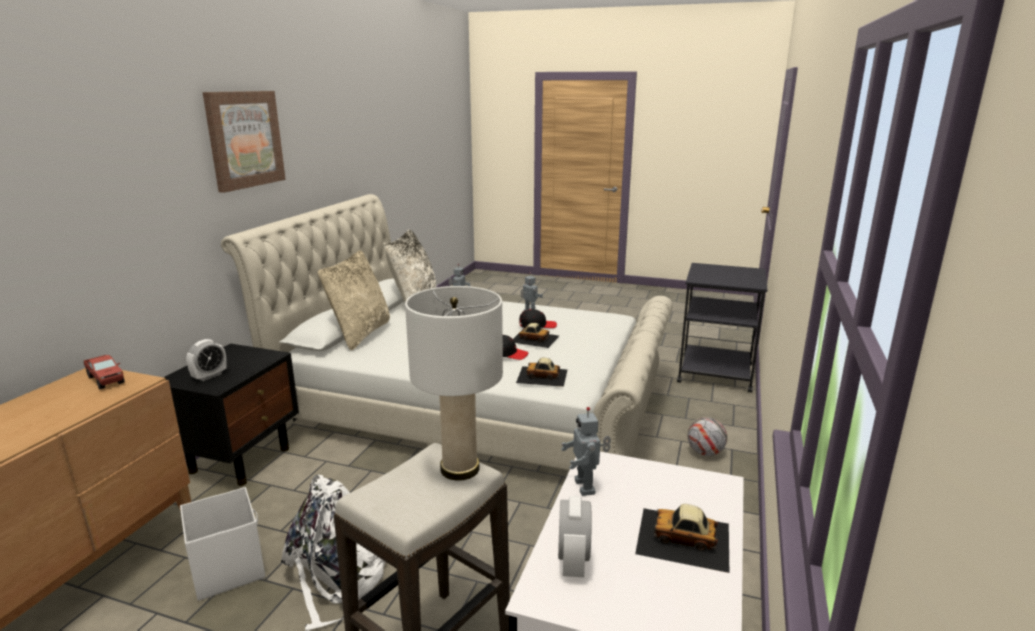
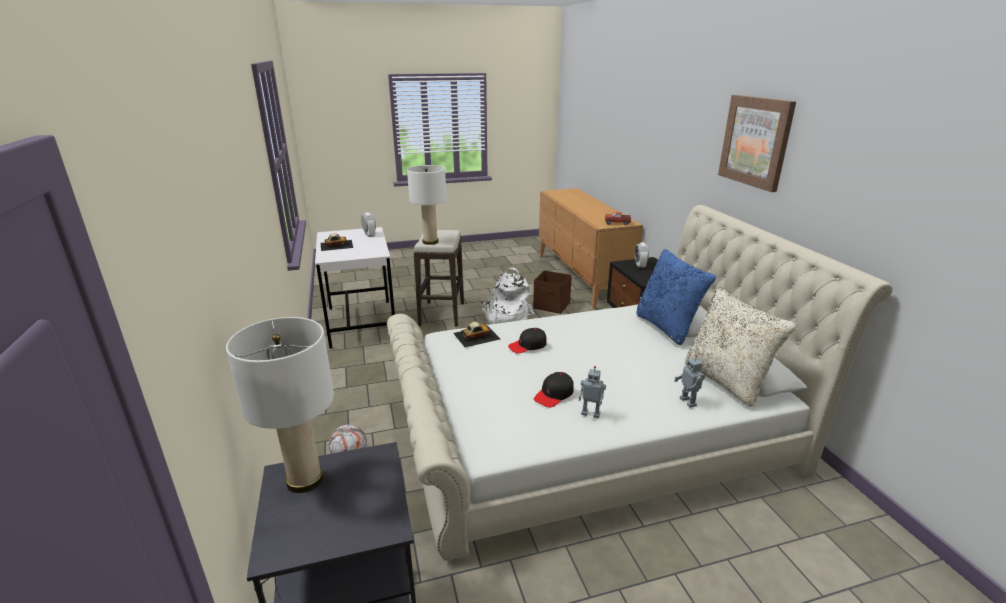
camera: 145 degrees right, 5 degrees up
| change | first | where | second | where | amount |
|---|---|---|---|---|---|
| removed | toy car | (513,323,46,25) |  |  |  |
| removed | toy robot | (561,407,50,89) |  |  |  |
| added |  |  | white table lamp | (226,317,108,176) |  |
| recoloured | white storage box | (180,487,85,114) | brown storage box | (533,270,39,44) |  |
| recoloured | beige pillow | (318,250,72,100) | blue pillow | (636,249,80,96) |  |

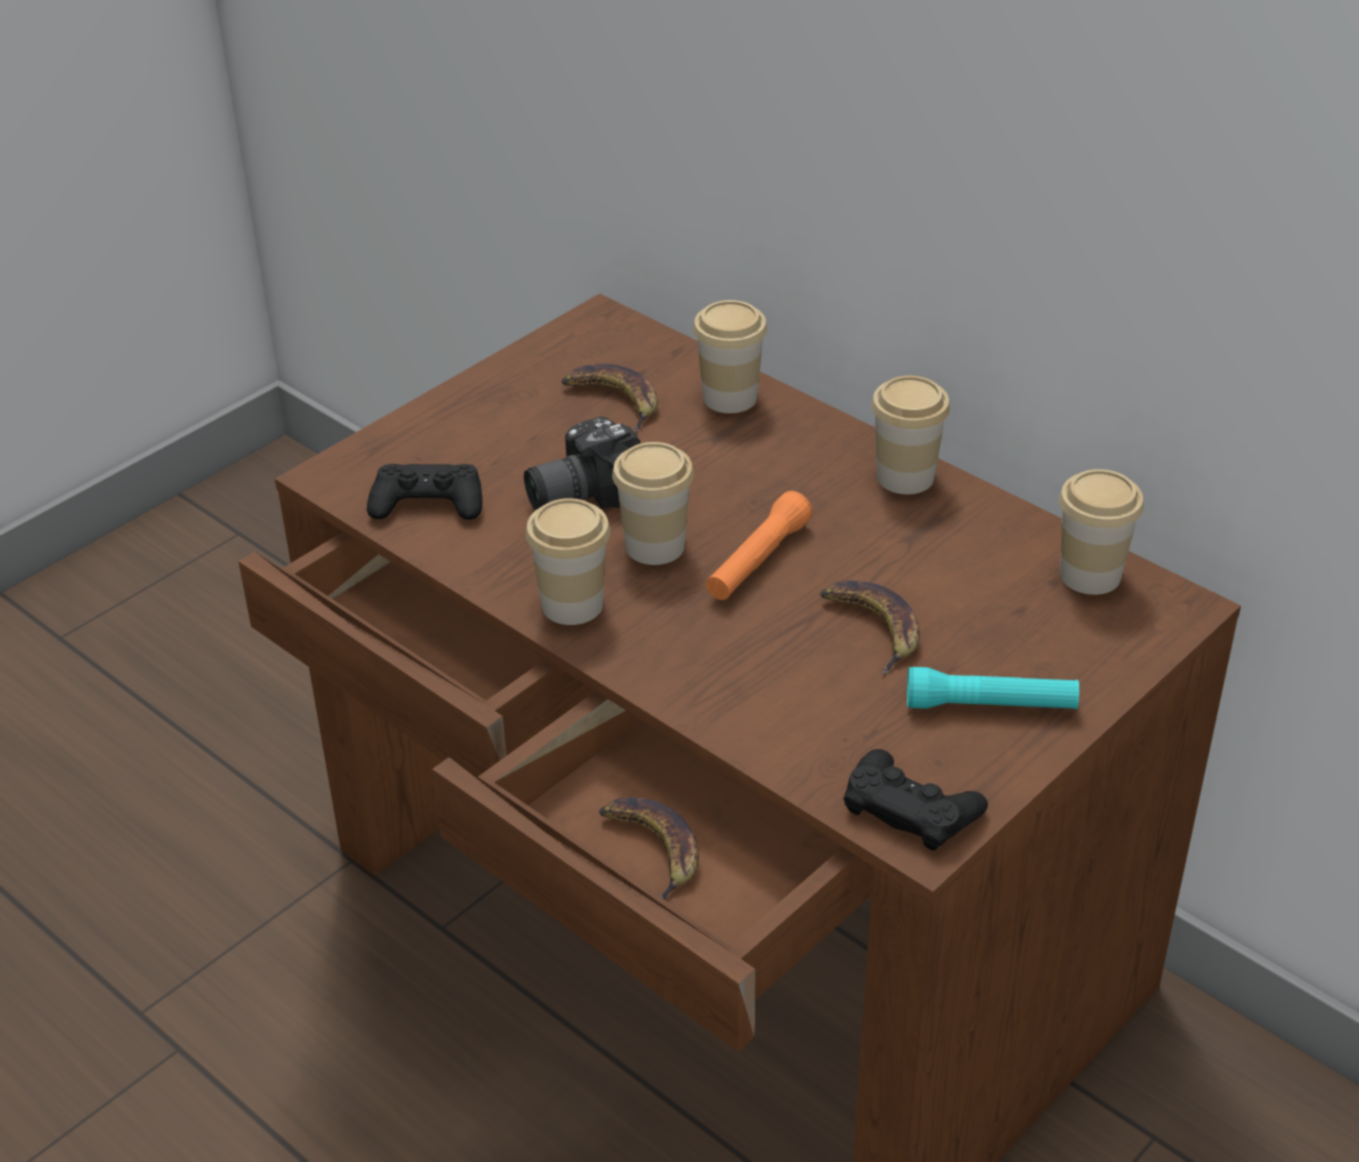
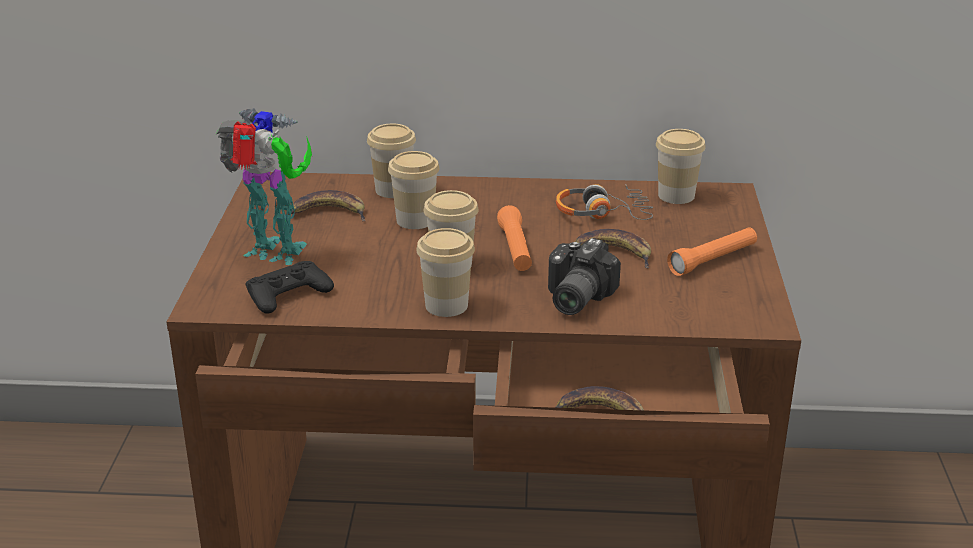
camera: 40 degrees left, 10 degrees down
| change | first | where | second | where | amount |
|---|---|---|---|---|---|
| removed | black game controller | (843,749,145,102) |  |  |  |
| added |  |  | toy robot | (216,108,96,157) |  |
| added |  |  | headphones | (556,184,97,36) |  |
| moved | photo camera | (524,416,116,94) |  | (548,238,73,77) |  |
| moved | cup | (871,376,79,118) |  | (388,151,52,78) |  |
| recoloured | turquoise flashlight | (907,667,172,42) | orange flashlight | (667,227,90,49) |  |

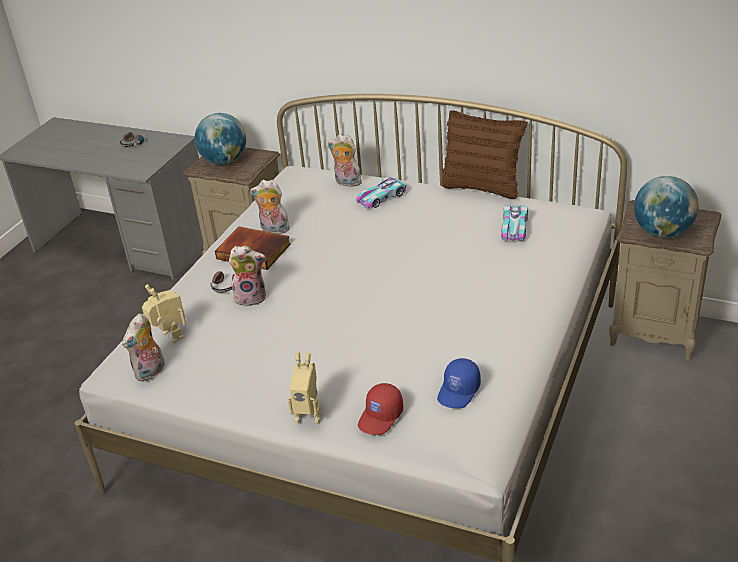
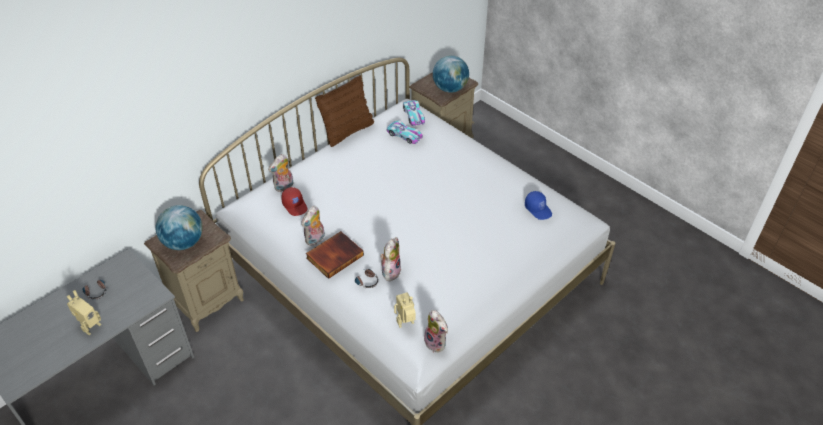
camera: 70 degrees left, 10 degrees up
| change | first | where | second | where | amount |
|---|---|---|---|---|---|
| moved | toy robot | (288,351,33,73) |  | (67,290,34,45) |  |
| moved | toy car | (356,177,50,31) |  | (403,100,22,26) |  |
| moved | red cap | (358,383,45,52) |  | (281,187,26,29) |  |

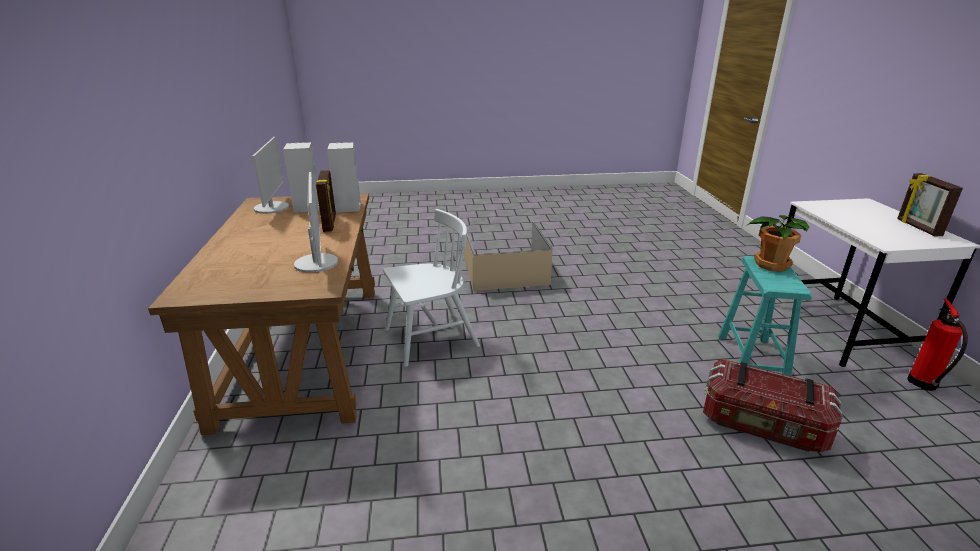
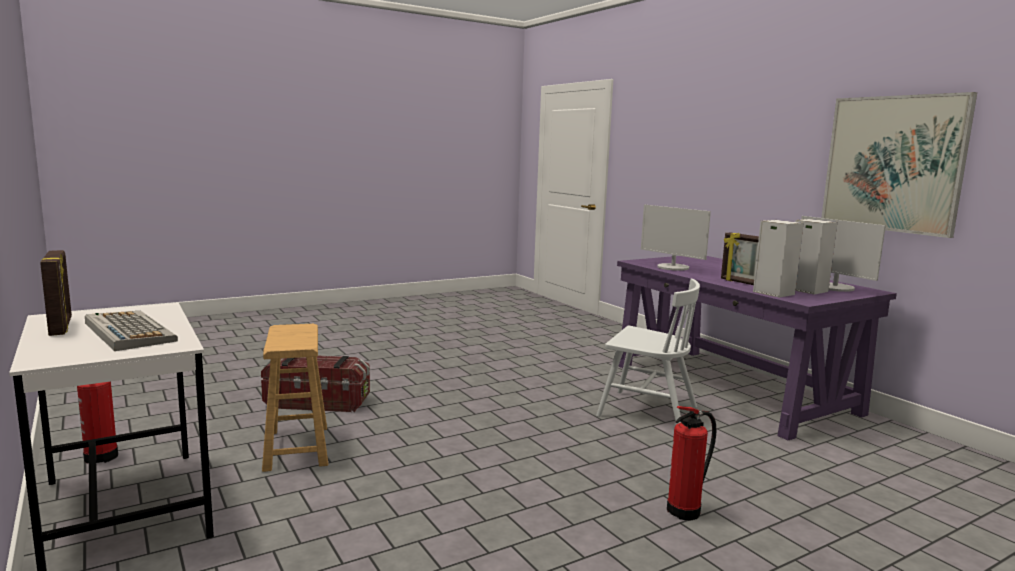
camera: 155 degrees right, 15 degrees down
| change | first | where | second | where | amount |
|---|---|---|---|---|---|
| removed | potted plant | (746,214,63,58) |  |  |  |
| added |  |  | keyboard | (85,311,93,40) |  |
| added |  |  | picture | (821,92,156,146) |  |
| replaced | beige storage box | (464,222,89,69) | fire extinguisher | (667,406,50,114) |  |
| recoloured | brown desk | (148,194,227,241) | purple desk | (617,256,280,184) |  |
| recoloured | turquoise stool | (718,256,94,120) | brown stool | (262,324,66,148) |  |
| turned | white chair | (383,209,97,158) |  | (596,279,104,146) | 105 degrees counterclockwise |

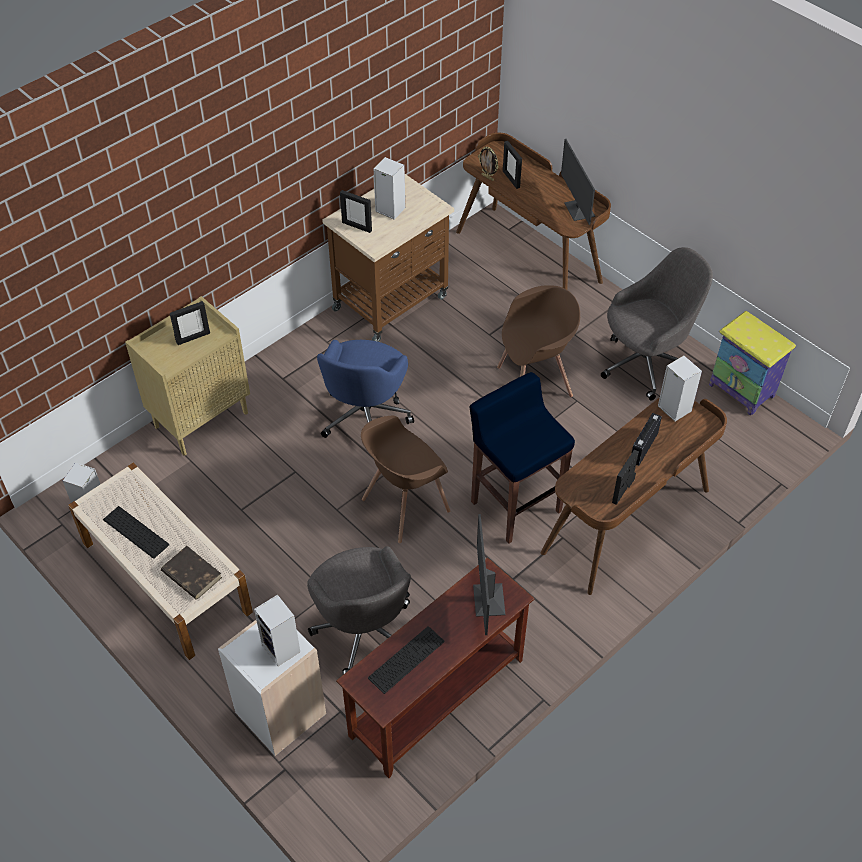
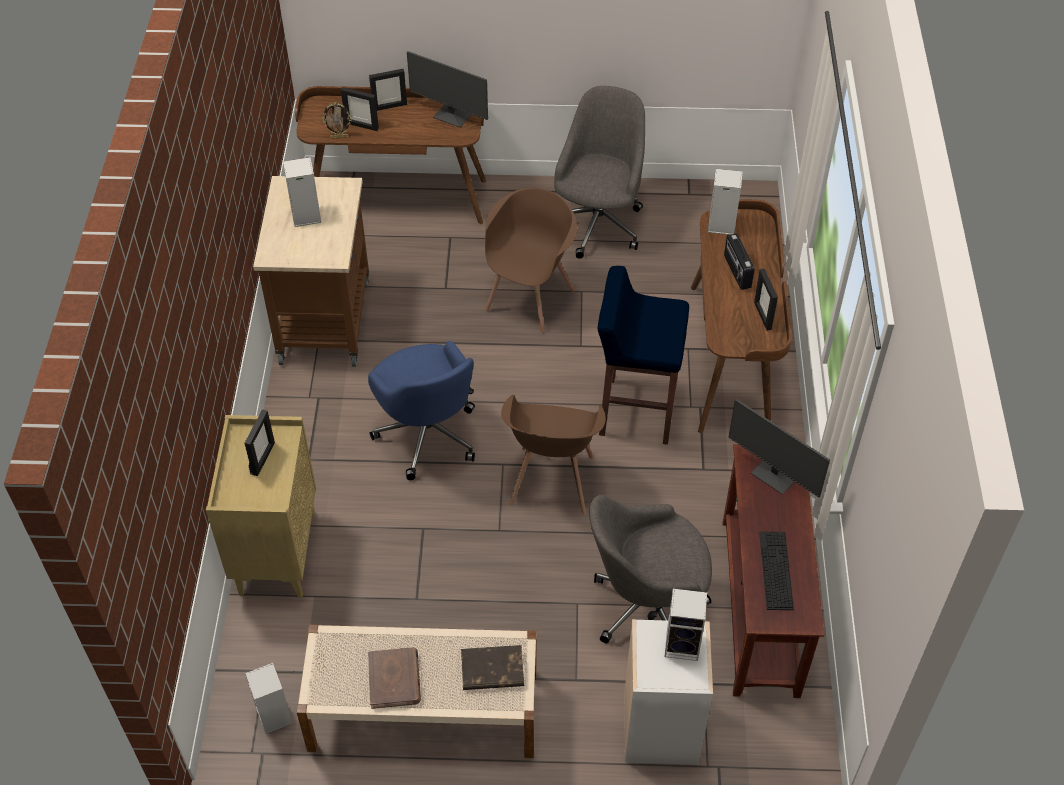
camera: 45 degrees left, 0 degrees up
| change | first | where | second | where | amount |
|---|---|---|---|---|---|
| removed | nightstand | (709,311,87,104) |  |  |  |
| moved | picture frame | (340,190,32,43) |  | (369,69,38,42) |  |
| replaced | keyboard | (103,506,66,53) | brown book | (368,647,53,62) |  |
| turned | grey office chair | (307,546,104,129) |  | (589,495,123,148) | 150 degrees clockwise |

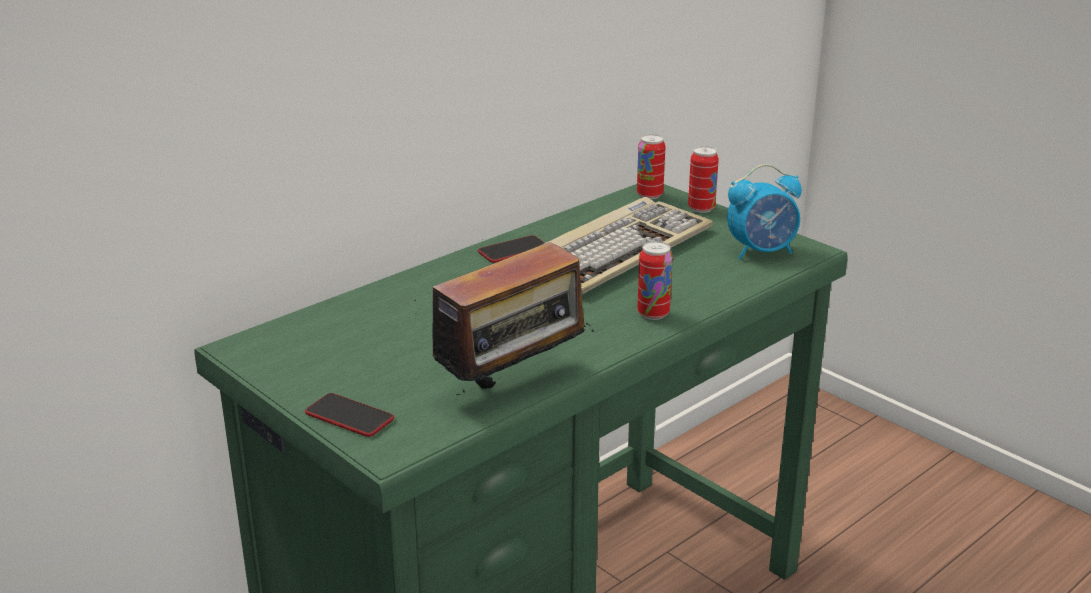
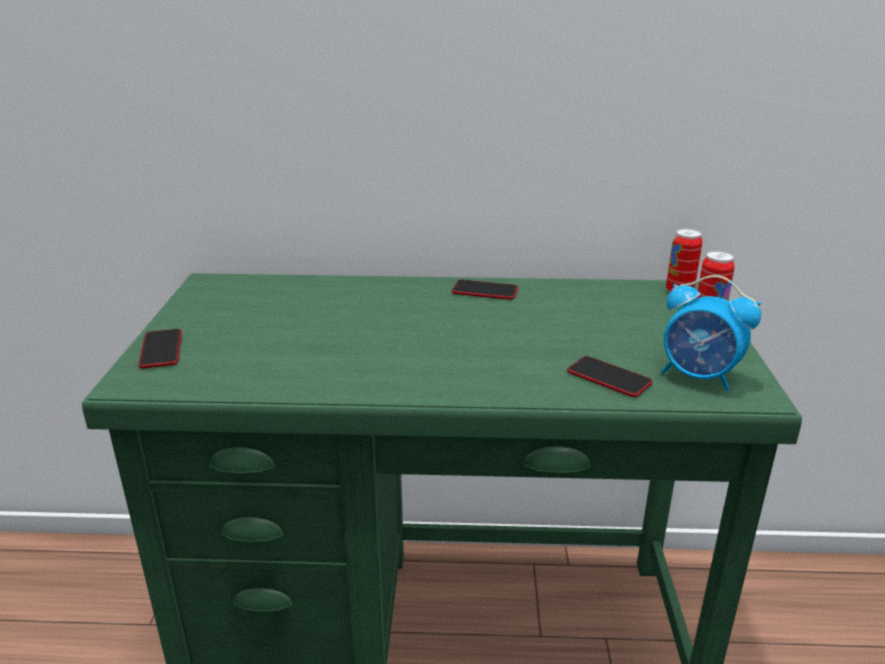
camera: 45 degrees right, 0 degrees up
| change | first | where | second | where | amount |
|---|---|---|---|---|---|
| removed | radio | (415,239,179,161) |  |  |  |
| removed | keyboard | (544,197,169,97) |  |  |  |
| removed | can | (637,241,36,79) |  |  |  |
| added |  |  | phone | (567,356,86,41) |  |

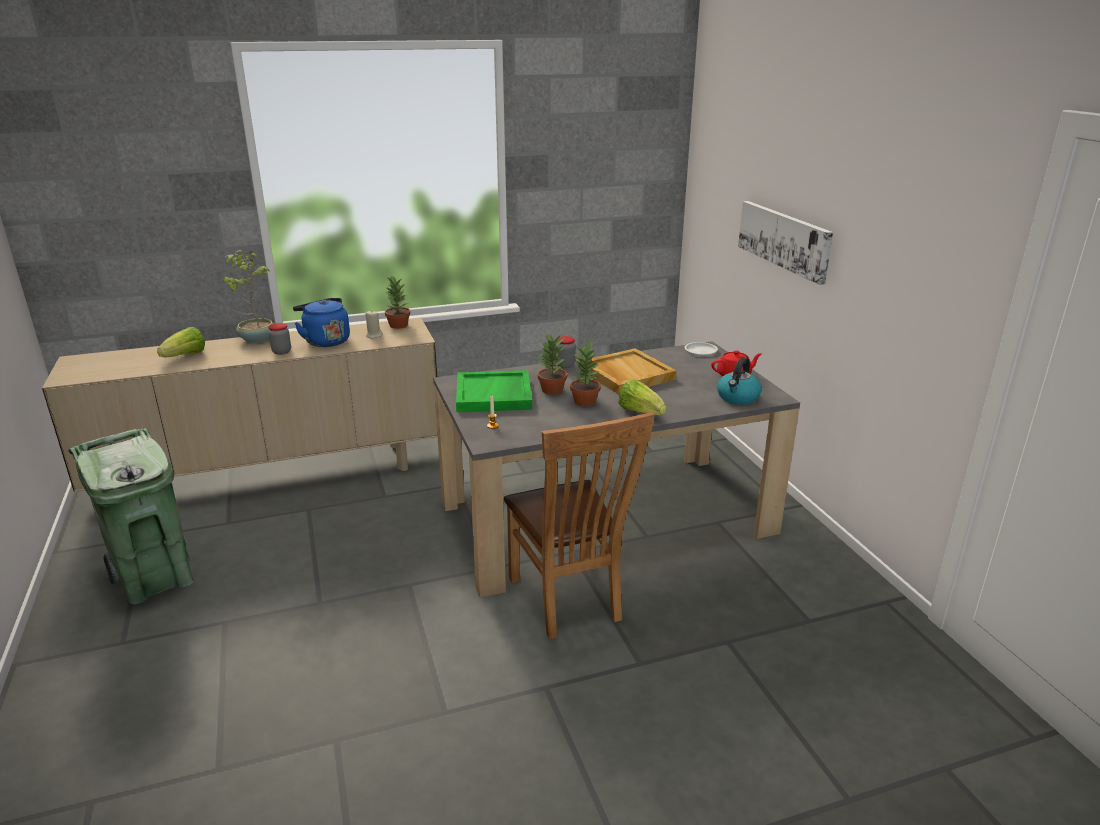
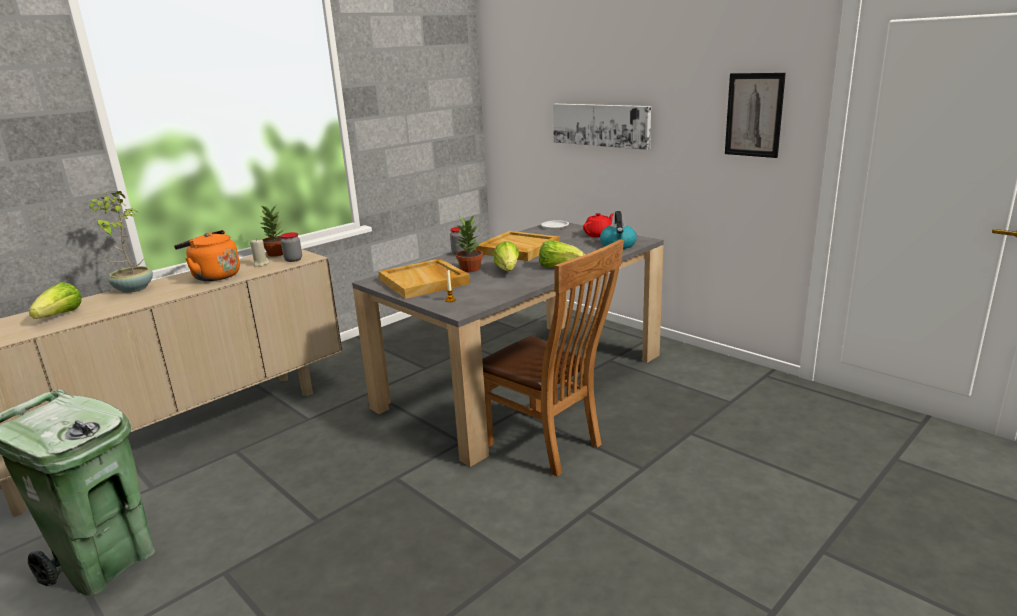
camera: 25 degrees left, 5 degrees down
| change | first | where | second | where | amount |
|---|---|---|---|---|---|
| added |  |  | picture | (725,73,61,85) |  |
| moved | jar | (268,323,23,32) |  | (280,232,22,30) |  |
| replaced | potted plant | (570,341,31,65) | lettuce | (494,241,25,30) |  |
| recoloured | blue kettle | (293,298,57,49) | orange kettle | (174,230,66,51) |  |
| recoloured | green tray | (456,370,76,42) | beige tray | (378,258,92,41) |  |

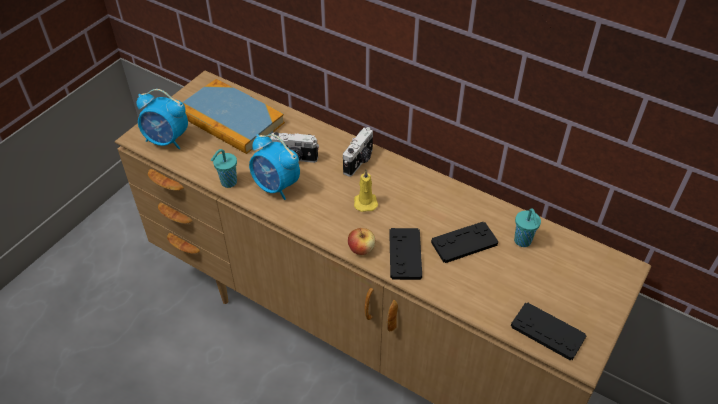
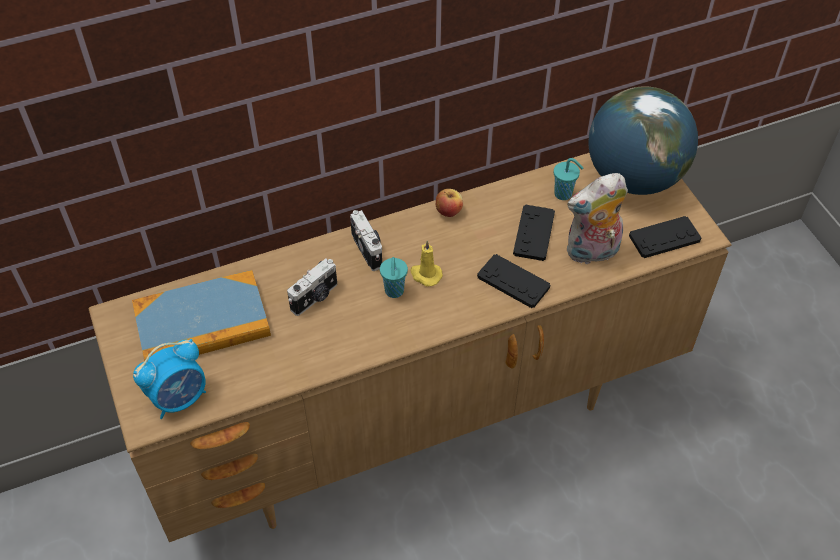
camera: 55 degrees left, 5 degrees up
| change | first | where | second | where | amount |
|---|---|---|---|---|---|
| removed | alarm clock | (249,134,51,66) |  |  |  |
| added |  |  | plush toy | (567,173,61,92) |  |
| added |  |  | globe | (588,87,110,108) |  |
| moved | turquoise cup | (211,149,26,39) |  | (380,257,28,41) |  |
| moved | apple | (348,228,27,27) |  | (436,189,27,28) |  |

